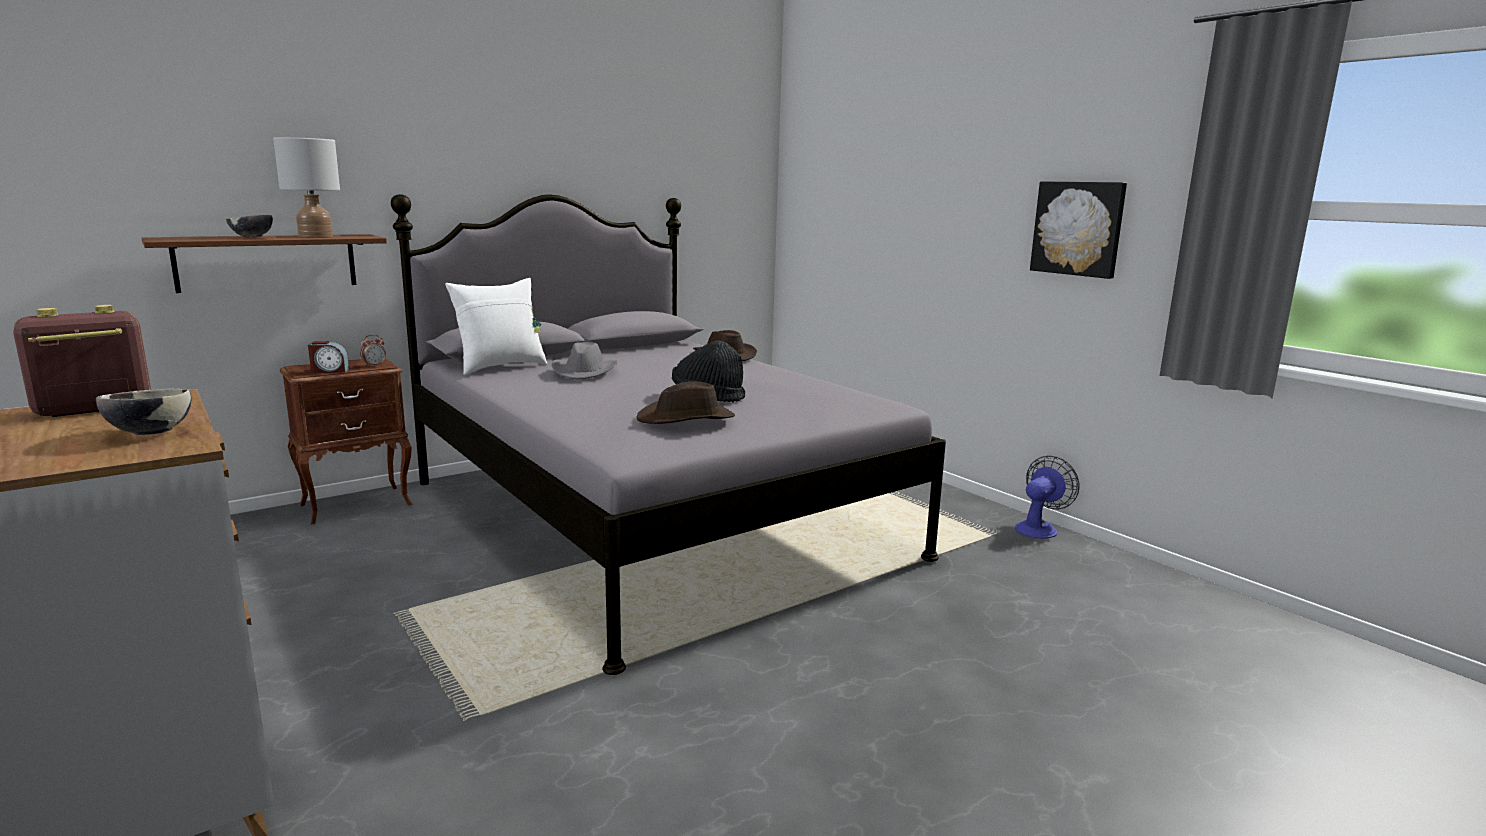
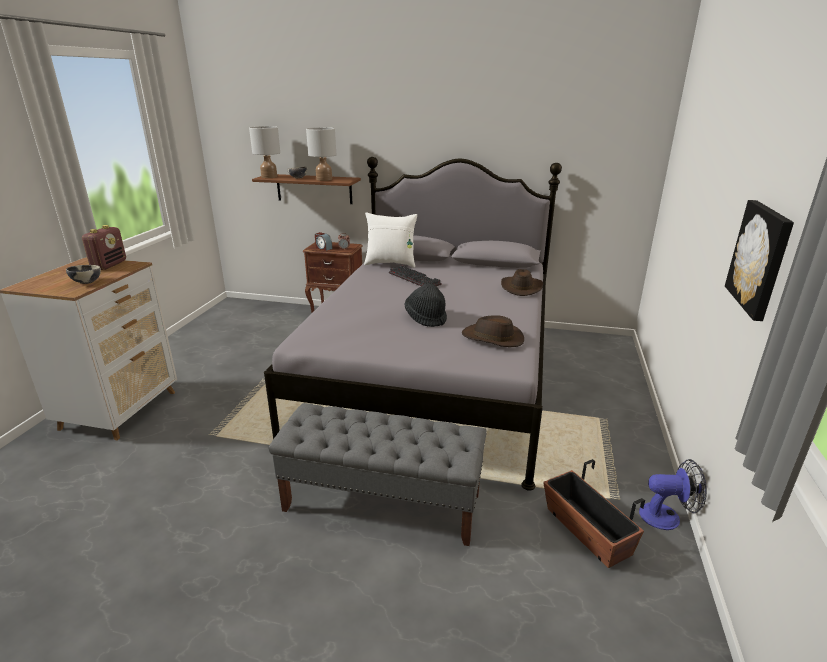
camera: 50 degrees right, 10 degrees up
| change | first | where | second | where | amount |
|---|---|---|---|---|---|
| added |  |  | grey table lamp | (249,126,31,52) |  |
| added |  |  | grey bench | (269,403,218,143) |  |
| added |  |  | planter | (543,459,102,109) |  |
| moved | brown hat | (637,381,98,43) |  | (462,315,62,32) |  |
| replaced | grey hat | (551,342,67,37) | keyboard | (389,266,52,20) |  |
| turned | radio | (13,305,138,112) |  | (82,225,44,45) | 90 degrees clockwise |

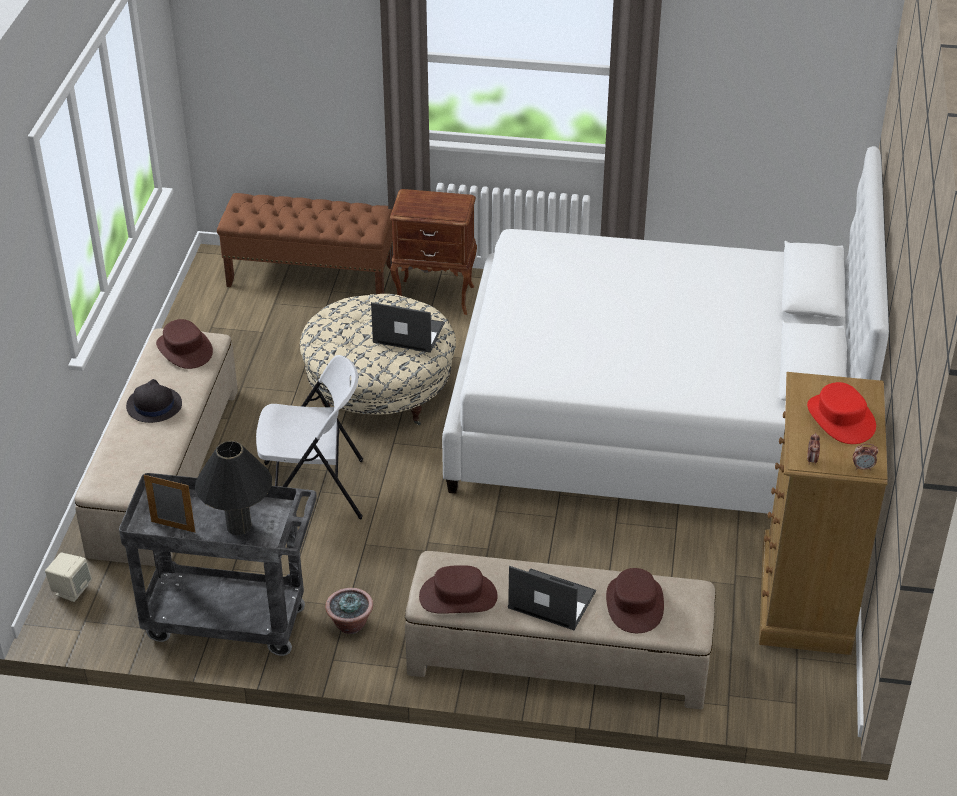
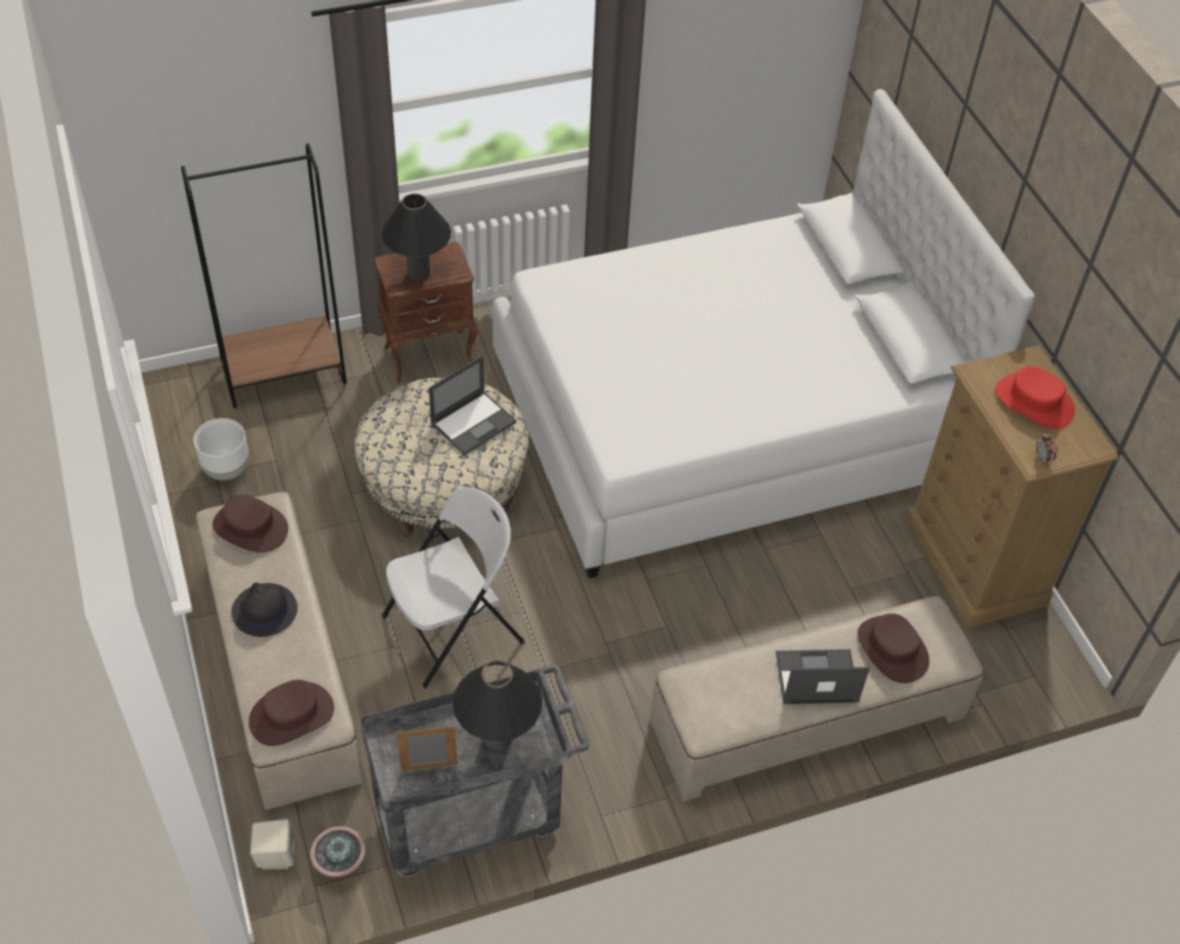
camera: 30 degrees left, 10 degrees up
| change | first | where | second | where | amount |
|---|---|---|---|---|---|
| removed | alarm clock | (853,444,25,26) |  |  |  |
| added |  |  | white planter | (193,418,56,62) |  |
| added |  |  | black table lamp | (381,194,70,87) |  |
| moved | potted plant | (325,588,48,46) |  | (310,826,56,54) |  |
| moved | brown hat | (419,565,79,49) |  | (249,680,85,66) |  |
| replaced | brown bench | (217,193,176,101) | clothes rack | (181,143,166,265) |  |
| turned | laptop | (371,302,74,51) |  | (429,356,88,99) | 150 degrees clockwise |

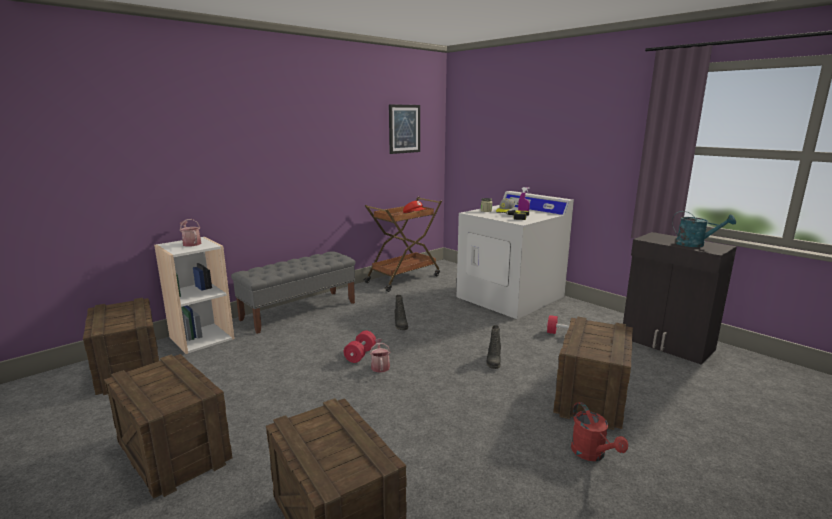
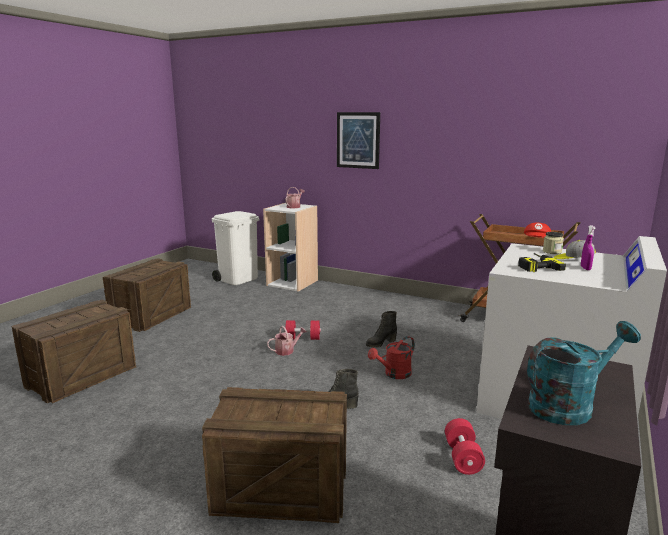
camera: 70 degrees right, 0 degrees up
| change | first | where | second | where | amount |
|---|---|---|---|---|---|
| removed | grey bench | (231,251,125,83) |  |  |  |
| moved | picture | (389,104,31,50) |  | (337,112,43,57) |  |
| moved | red watering can | (571,402,57,59) |  | (368,336,47,43) |  |
| replaced | crate | (83,297,77,98) | white trash can | (212,211,48,74) |  |
| turned | turquoise watering can | (672,211,64,36) |  | (527,321,114,104) | 120 degrees counterclockwise |

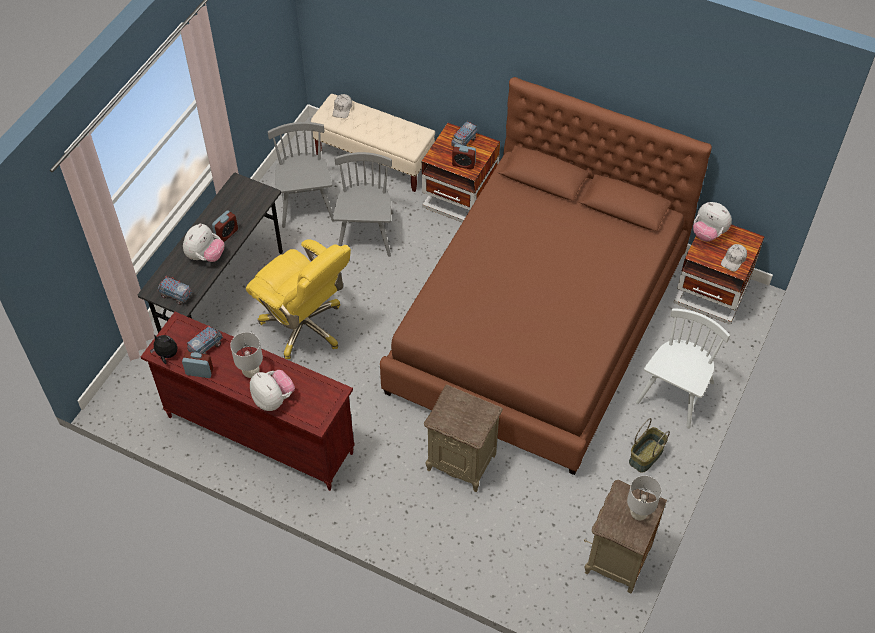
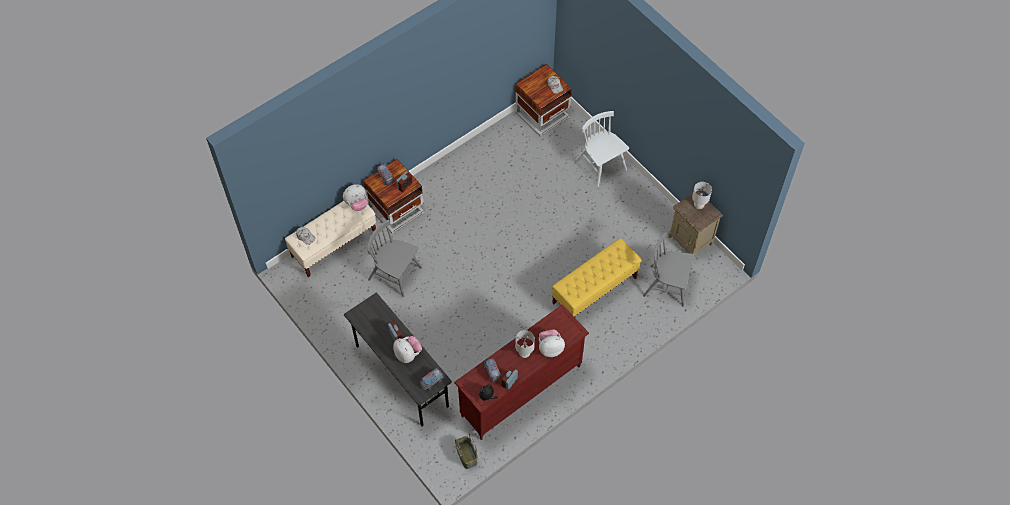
camera: 65 degrees left, 5 degrees up
| change | first | where | second | where | amount |
|---|---|---|---|---|---|
| removed | yellow office chair | (246,239,105,120) |  |  |  |
| removed | brown bed | (380,77,332,398) |  |  |  |
| moved | grey chair | (268,122,65,106) |  | (643,232,51,75) |  |
| moved | basket | (629,418,41,55) |  | (455,434,22,35) |  |
| moved | plush toy | (693,202,39,39) |  | (343,184,25,27) |  |
| replaced | beige nightstand | (424,385,79,107) | yellow bench | (552,238,89,80) |  |

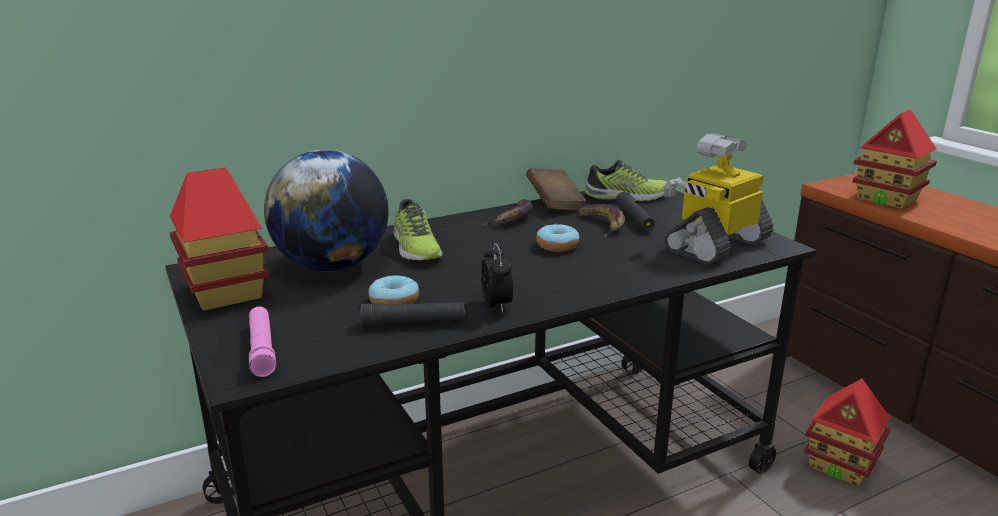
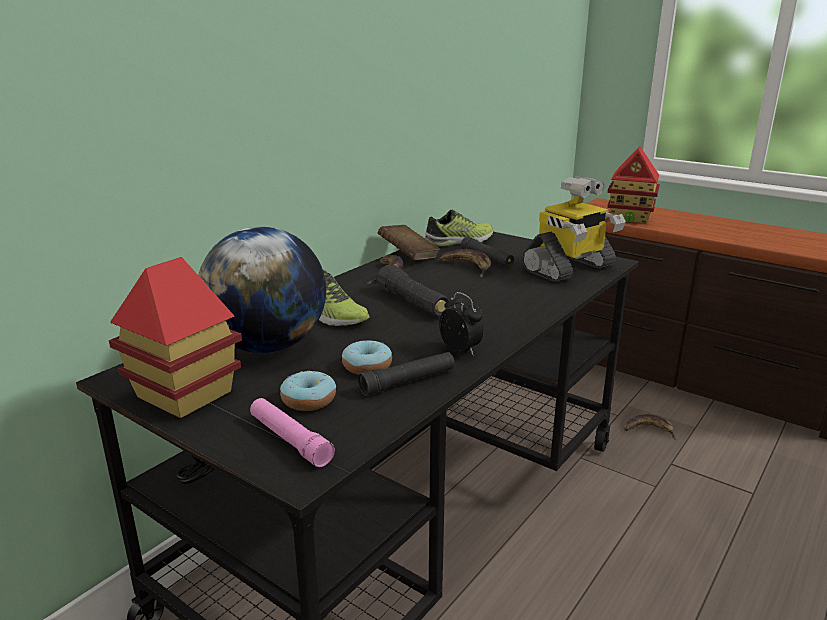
camera: 25 degrees left, 0 degrees up
| change | first | where | second | where | amount |
|---|---|---|---|---|---|
| added |  |  | black flashlight | (377,265,72,51) |  |
| moved | donut | (536,223,43,29) |  | (280,371,56,40) |  |
| replaced | toy house | (804,379,87,108) | banana | (624,414,52,26) |  |
| turned | toy robot | (663,133,110,131) |  | (522,175,104,107) | 150 degrees counterclockwise |

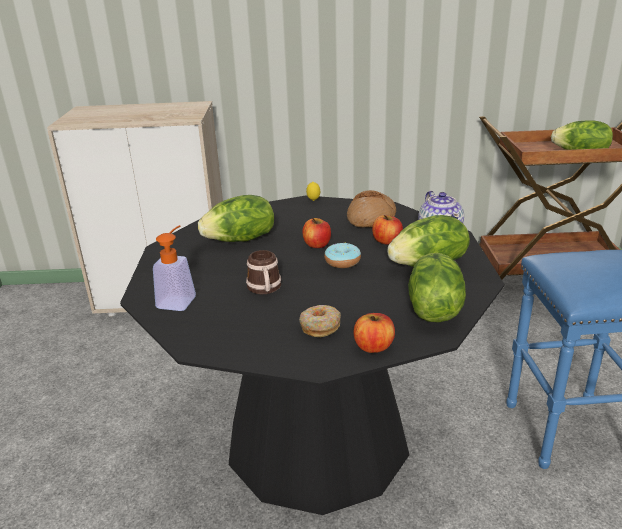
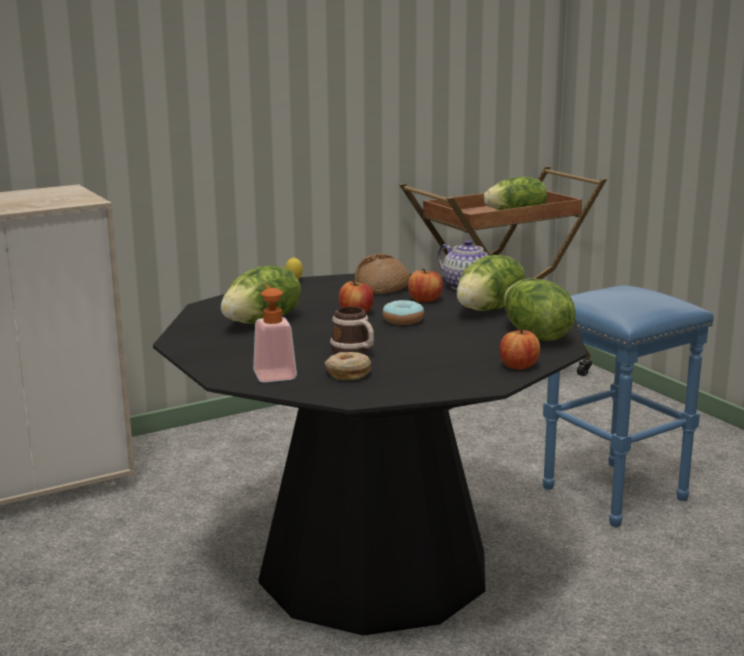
camera: 30 degrees left, 10 degrees down
| change | first | where | second | where | amount |
|---|---|---|---|---|---|
| moved | donut | (299,305,42,32) |  | (325,352,46,28) |  |

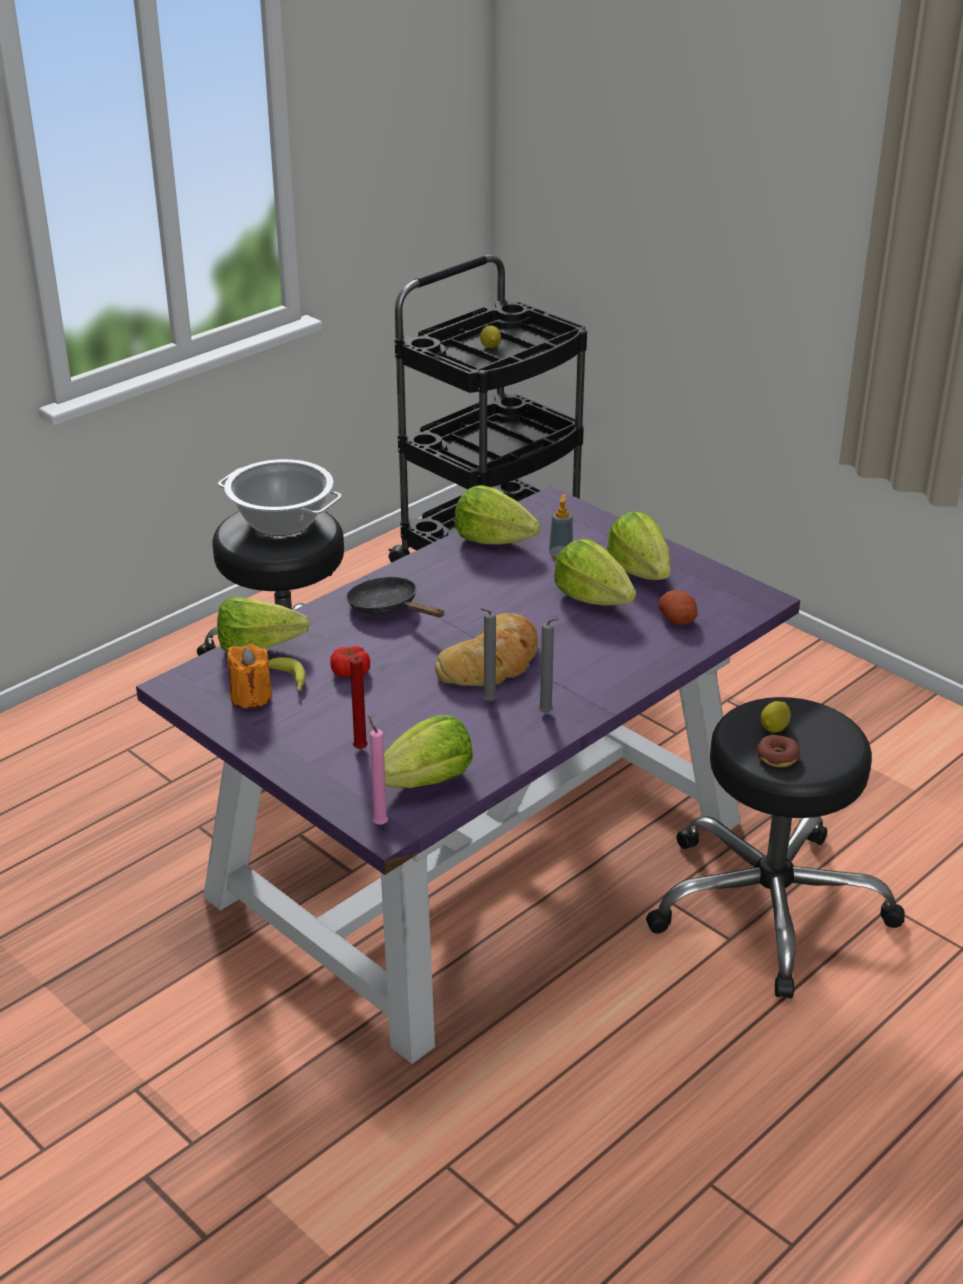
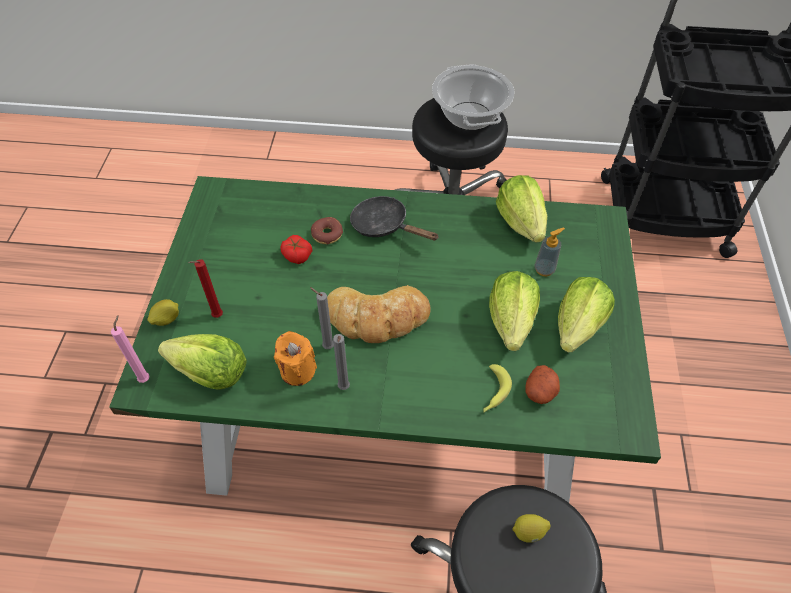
camera: 50 degrees right, 20 degrees up
| change | first | where | second | where | amount |
|---|---|---|---|---|---|
| removed | lettuce | (217,597,93,56) |  |  |  |
| moved | orange candle | (227,644,45,65) |  | (274,331,43,55) |  |
| moved | banana | (268,657,38,34) |  | (483,364,29,48) |  |
| moved | lemon | (480,326,21,22) |  | (147,299,32,27) |  |
| moved | donut | (756,735,44,32) |  | (311,217,32,28) |  |
| recoloured | purple dining table | (136,486,664,578) | green dining table | (109,176,552,327) |  |
| turned | black frying pan | (346,577,99,40) |  | (350,196,88,44) | 60 degrees counterclockwise |

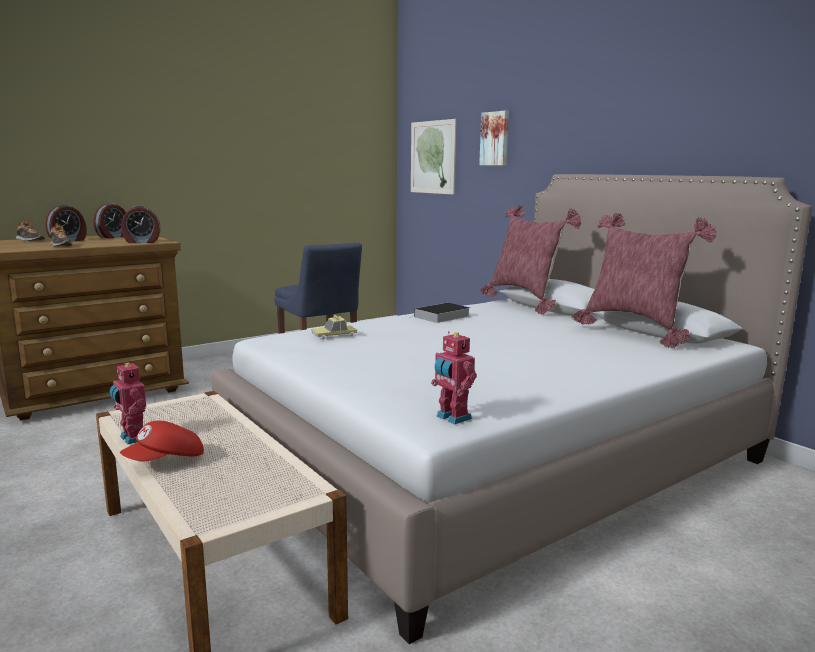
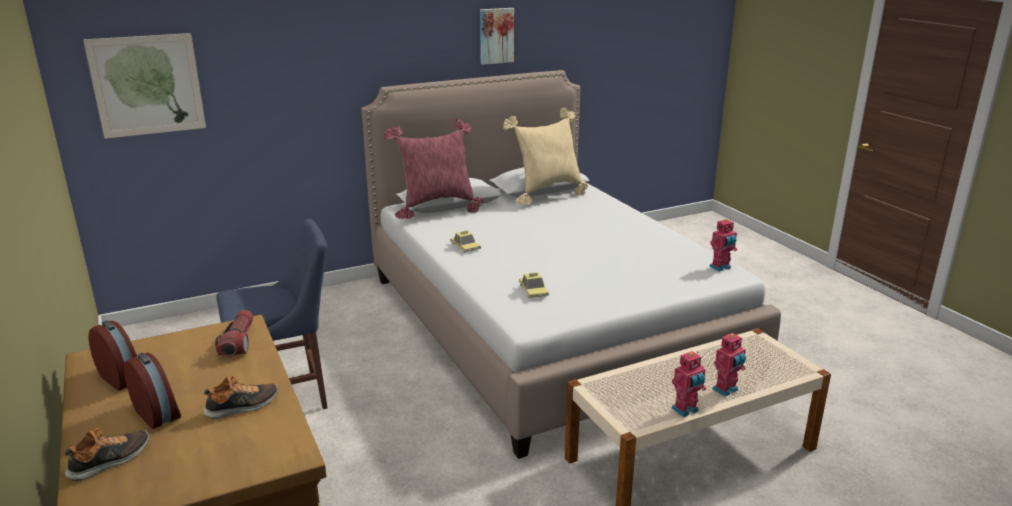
camera: 80 degrees left, 10 degrees up
| change | first | where | second | where | amount |
|---|---|---|---|---|---|
| moved | picture | (479,111,30,54) |  | (480,8,34,57) |  |
| replaced | red cap | (120,421,84,41) | toy robot | (712,333,34,64) |  |
| replaced | alarm clock | (121,206,40,37) | flashlight | (215,310,38,47) |  |
| replaced | book | (409,303,61,20) | toy car | (450,230,31,23) |  |
| recoloured | red pillow | (571,213,146,136) | beige pillow | (503,108,85,97) |  |

